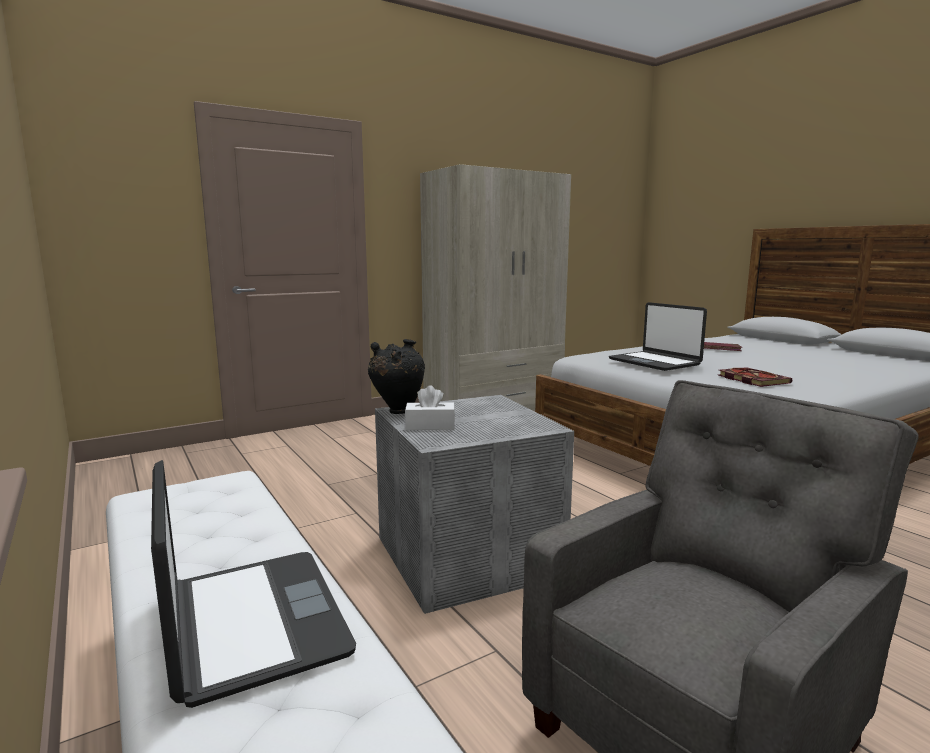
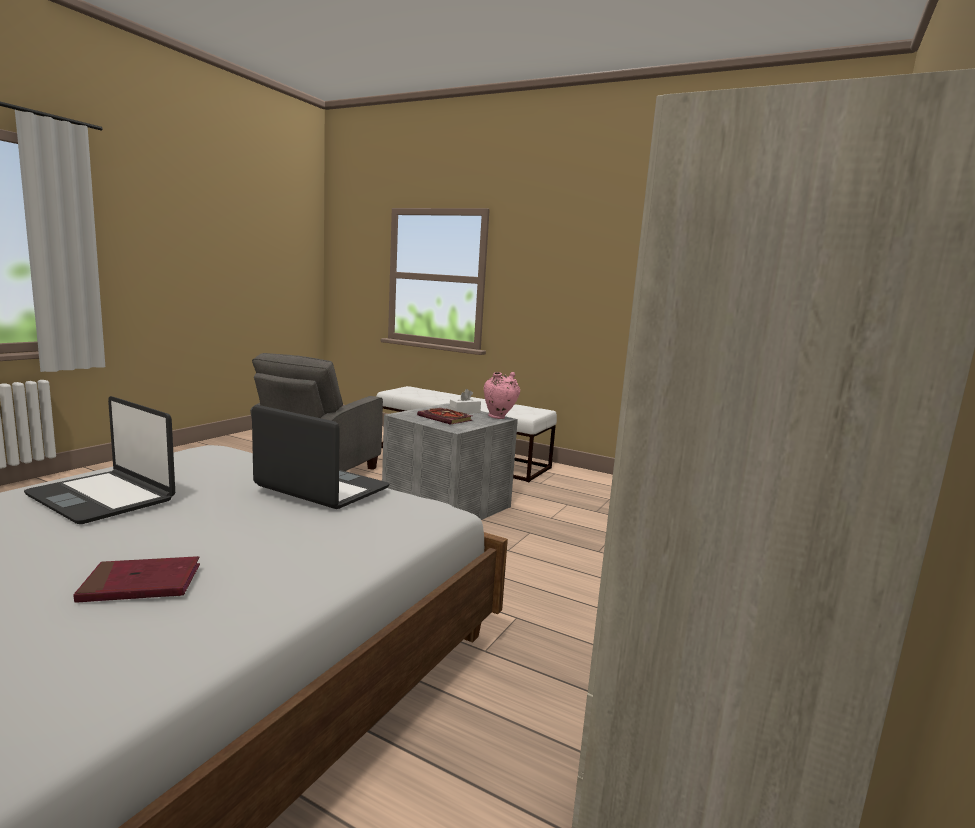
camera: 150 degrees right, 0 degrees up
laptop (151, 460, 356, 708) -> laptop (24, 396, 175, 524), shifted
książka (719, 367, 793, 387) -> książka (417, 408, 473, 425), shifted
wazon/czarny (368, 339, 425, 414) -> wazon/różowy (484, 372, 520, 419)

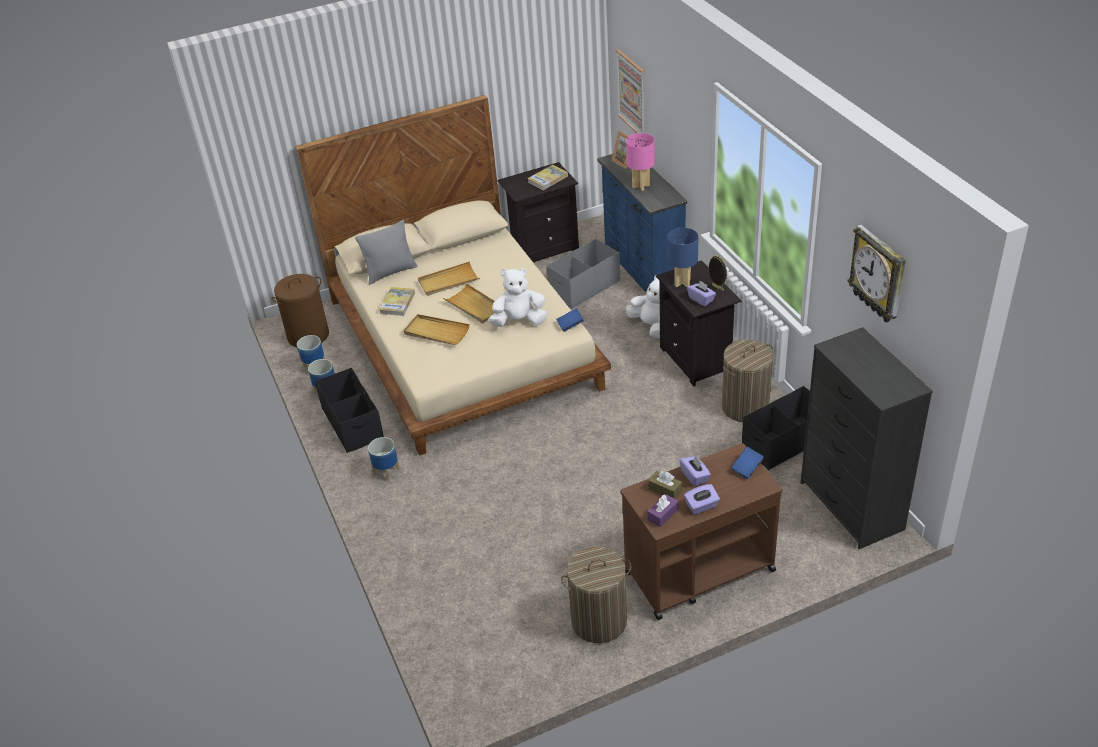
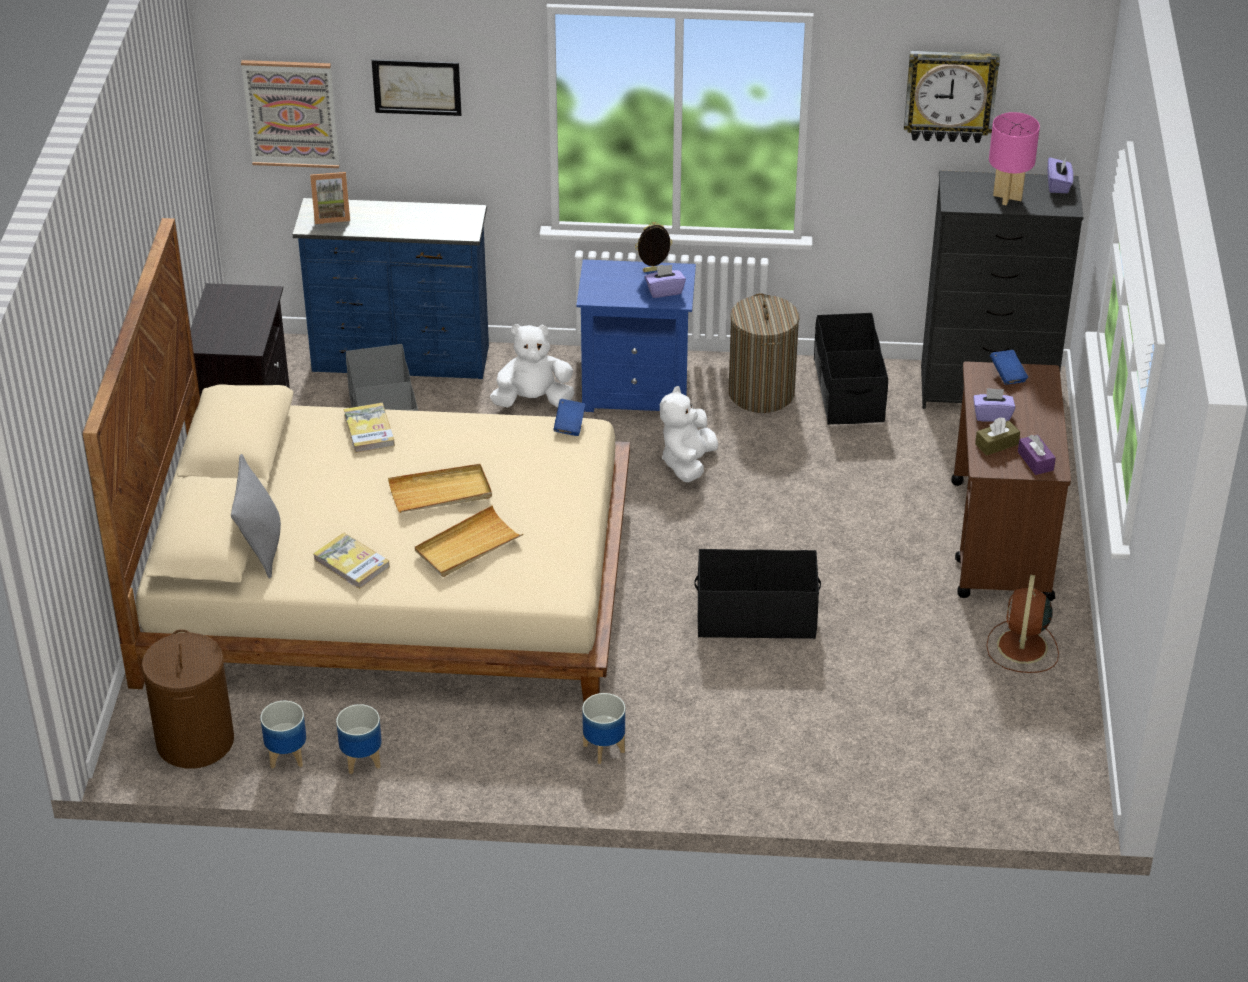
camera: 65 degrees left, 0 degrees up
taca/beżowy (418, 261, 480, 296) -> none
lampa stołowa/niebieski (667, 228, 698, 287) -> none
none -> obraz (372, 59, 461, 116)
pojemnik do przechowywania/czarny (315, 368, 384, 453) -> pojemnik do przechowywania/czarny (694, 549, 821, 639), shifted
pluszak/biały (488, 268, 547, 327) -> pluszak/biały (660, 386, 719, 482), shifted
książka (527, 165, 568, 190) -> książka (343, 403, 395, 453), shifted
lampa stołowa/różowy (626, 133, 655, 191) -> lampa stołowa/różowy (989, 112, 1040, 205), shifted
pudełko chusteczek/fioletowy (684, 484, 720, 515) -> pudełko chusteczek/fioletowy (1047, 157, 1073, 193), shifted
kosz na pranie (561, 547, 631, 643) -> wentylator/brązowy (986, 575, 1059, 673)
szafka nocna/czarny (656, 260, 742, 386) -> szafka nocna/niebieski (576, 259, 696, 412)

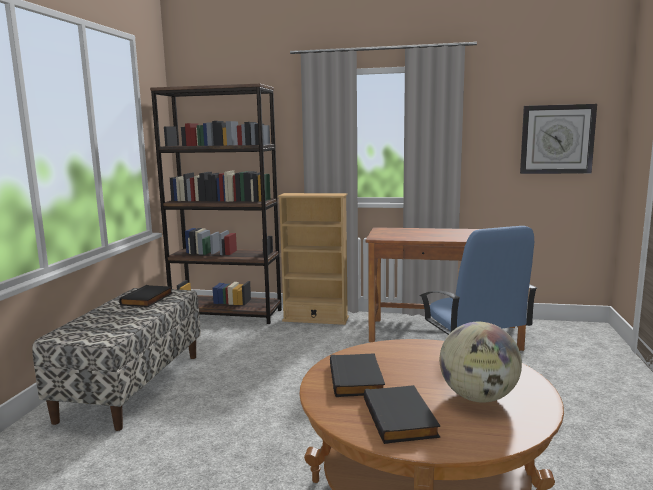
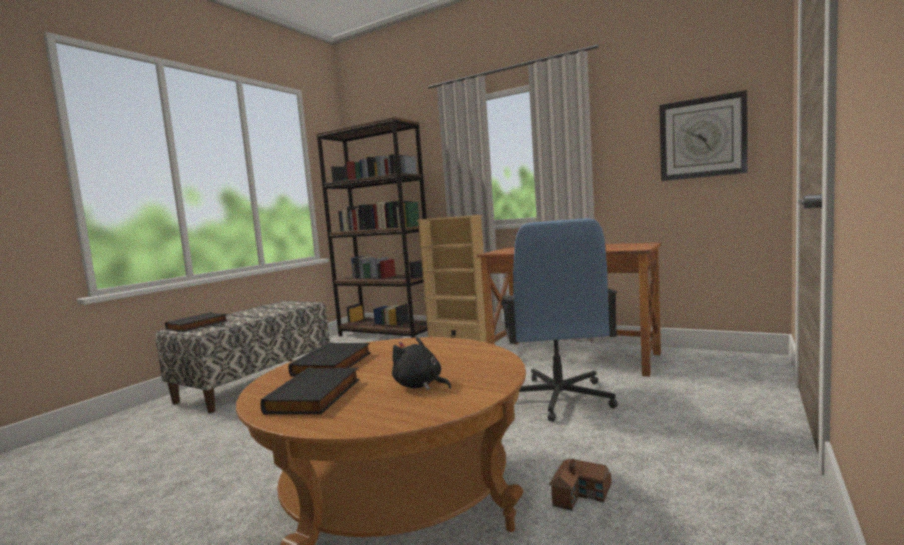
camera: 20 degrees right, 5 degrees down
none -> domek (549, 459, 611, 511)
książka/czarny (119, 285, 173, 307) -> książka/czarny (165, 312, 228, 332), shifted
globus (440, 322, 522, 403) -> pluszak/czarny (392, 337, 451, 390)

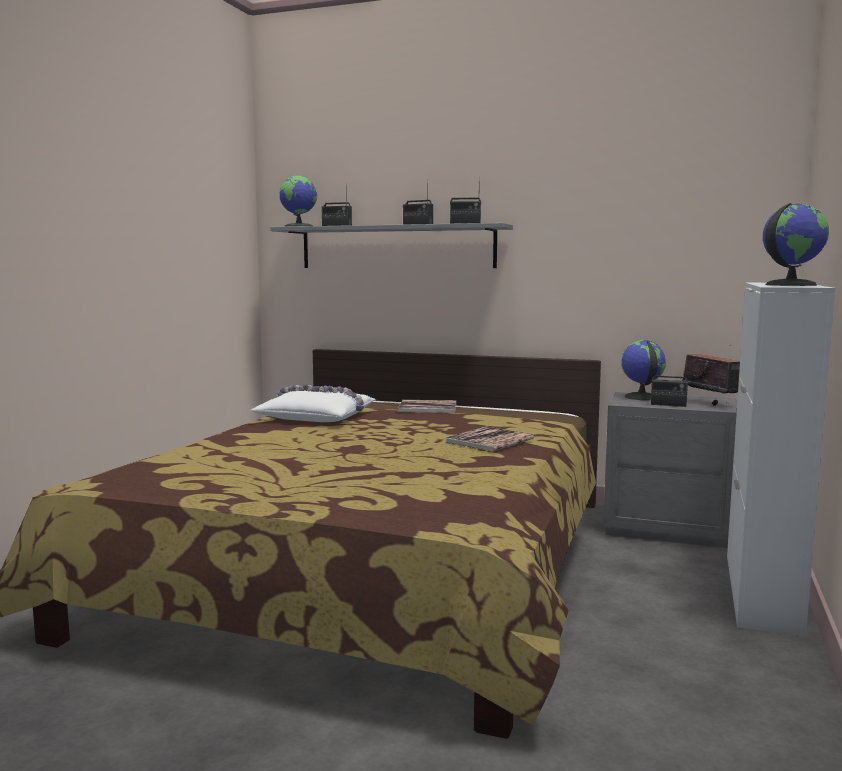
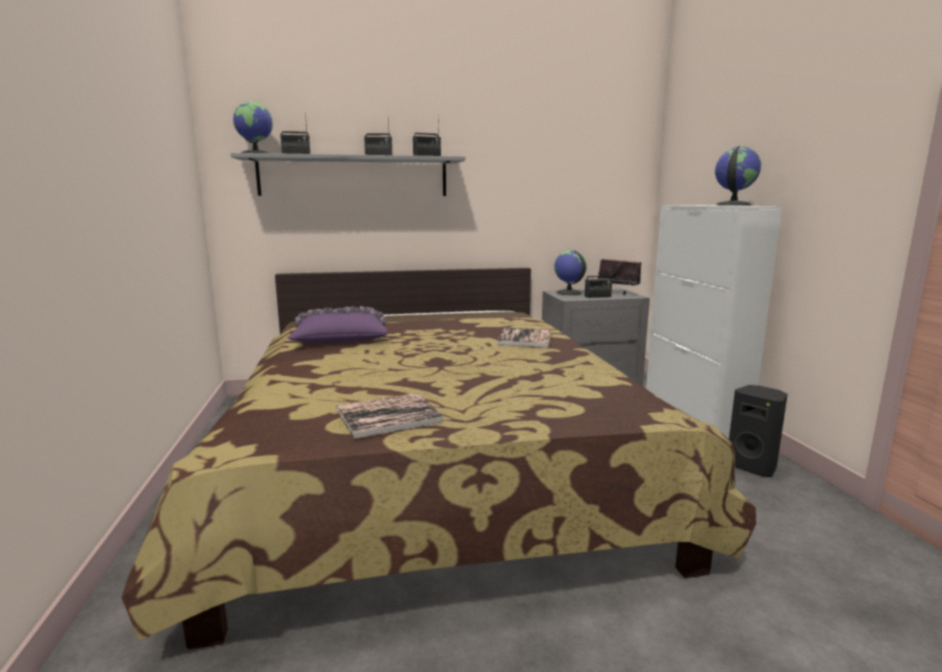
camera: 30 degrees left, 5 degrees up
none -> głośnik/czarny (729, 385, 788, 477)
książka (398, 400, 457, 413) -> książka (336, 393, 444, 439), shifted
poduszka/biały (251, 385, 376, 422) -> poduszka/fioletowy (288, 306, 388, 343)

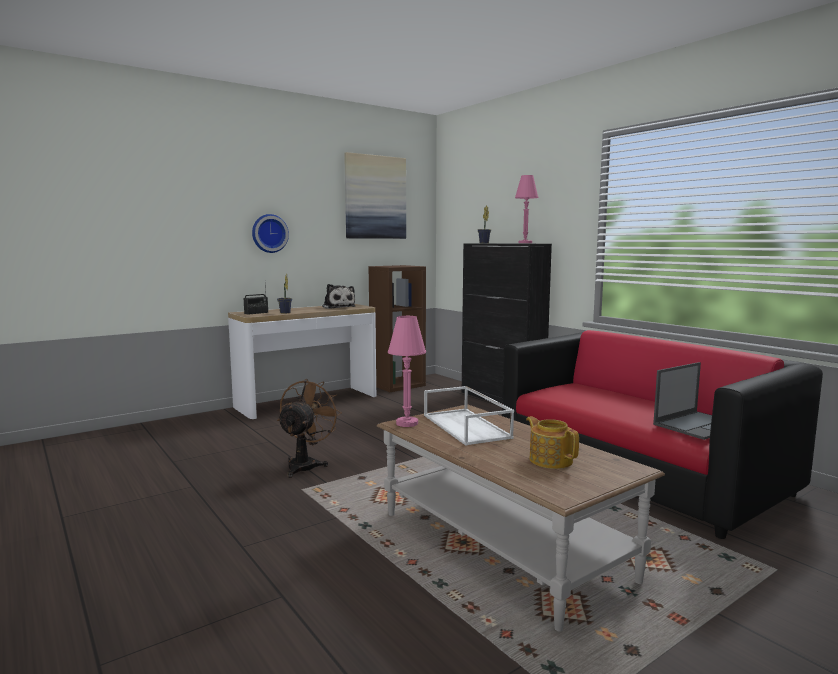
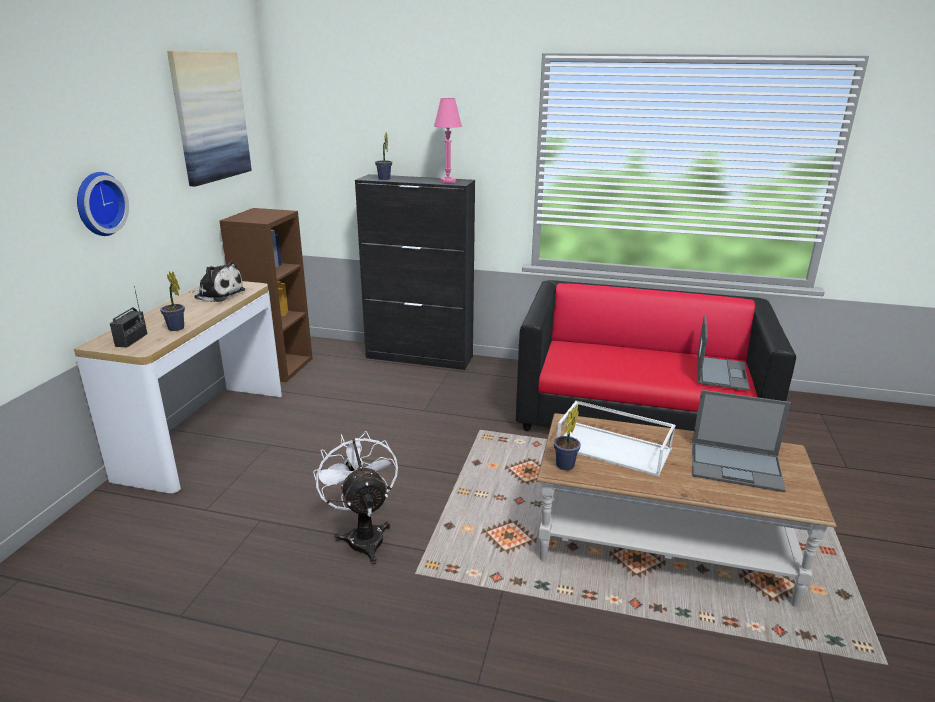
camera: 40 degrees left, 15 degrees up
lampa stołowa/różowy (388, 316, 426, 427) -> roślina doniczkowa (554, 405, 581, 470)
imbryk (526, 416, 579, 469) -> laptop (692, 390, 791, 492)
wentylator/brązowy (277, 379, 342, 478) -> wentylator/biały (313, 431, 398, 564)

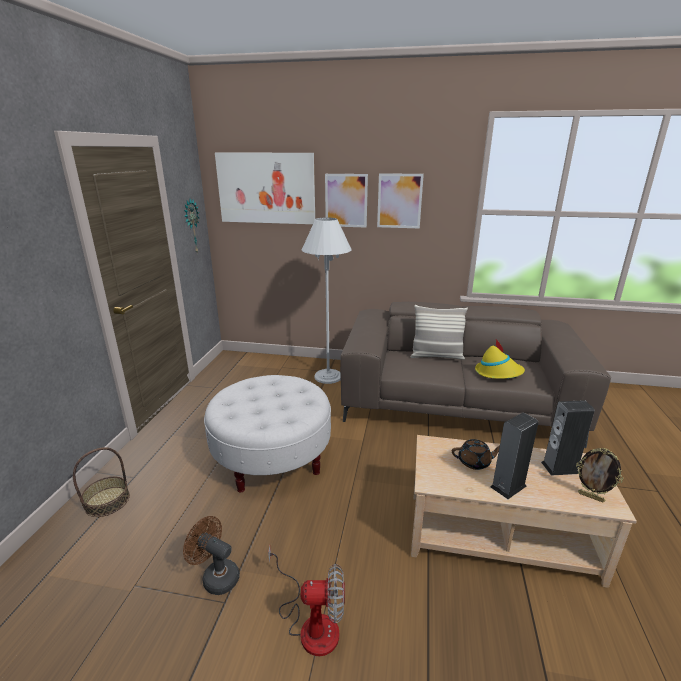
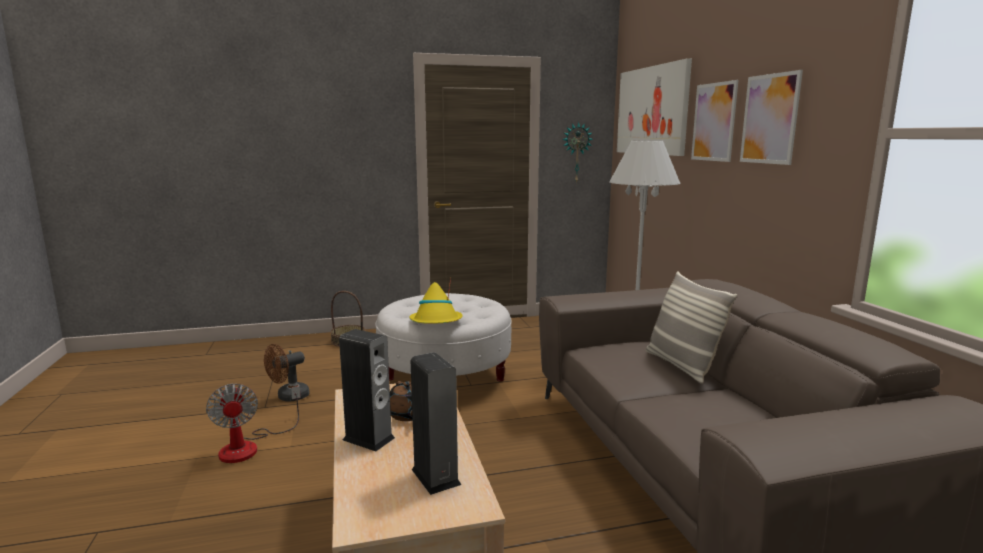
camera: 65 degrees right, 10 degrees down
ramka na zdjęcie (576, 448, 623, 502) -> none
kapelusz/żółty (475, 339, 525, 379) -> kapelusz/żółty (409, 278, 463, 324), shifted
wentylator/brązowy (183, 516, 240, 595) -> wentylator/brązowy (264, 344, 309, 401), 135 degrees counterclockwise

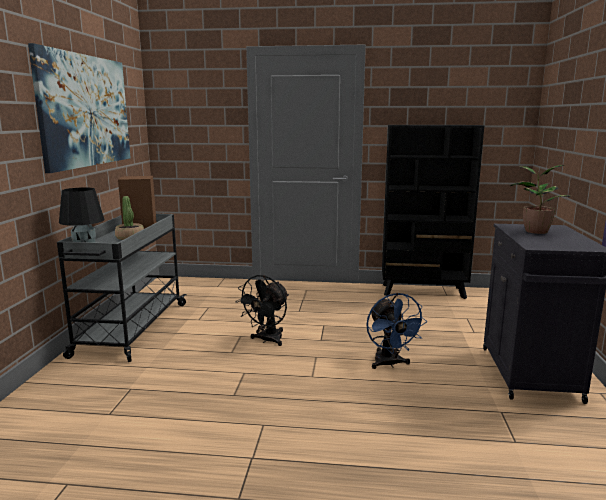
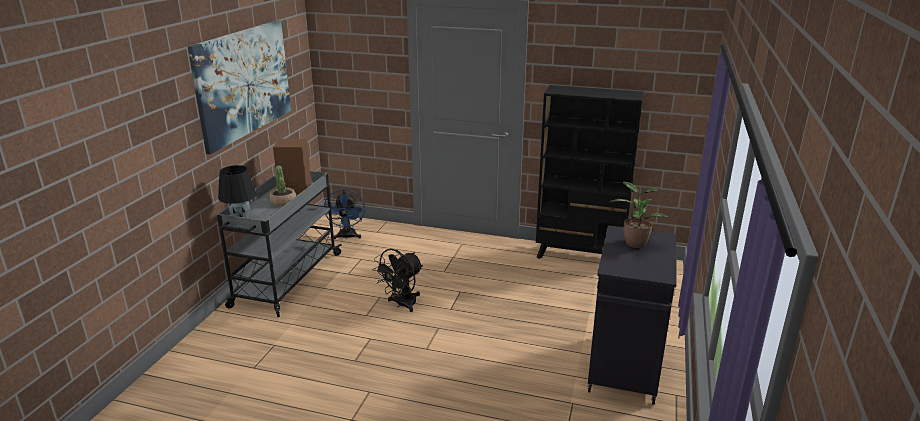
camera: 10 degrees right, 10 degrees up
wentylator/niebieski (366, 293, 427, 369) -> wentylator/niebieski (324, 189, 365, 240), shifted

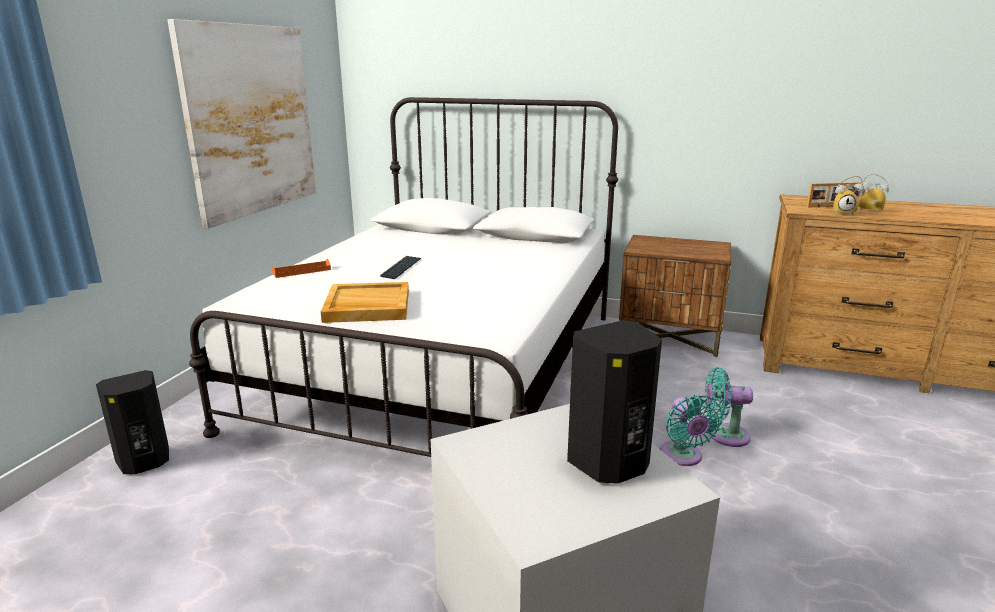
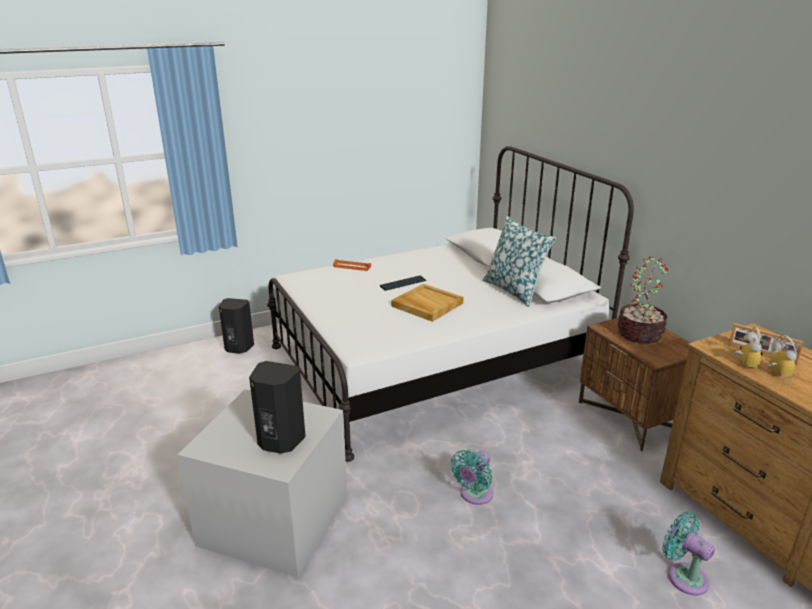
camera: 45 degrees right, 5 degrees up
obraz (167, 19, 316, 229) -> none
none -> poduszka (483, 216, 556, 307)
none -> roślina doniczkowa (618, 256, 669, 344)
taca/beżowy (321, 282, 409, 323) -> taca/beżowy (391, 284, 464, 322), shifted
wentylator/turkusowy (705, 367, 753, 447) -> wentylator/turkusowy (662, 512, 715, 595), shifted
budzik (833, 176, 864, 215) -> budzik (734, 327, 761, 369), 135 degrees counterclockwise

